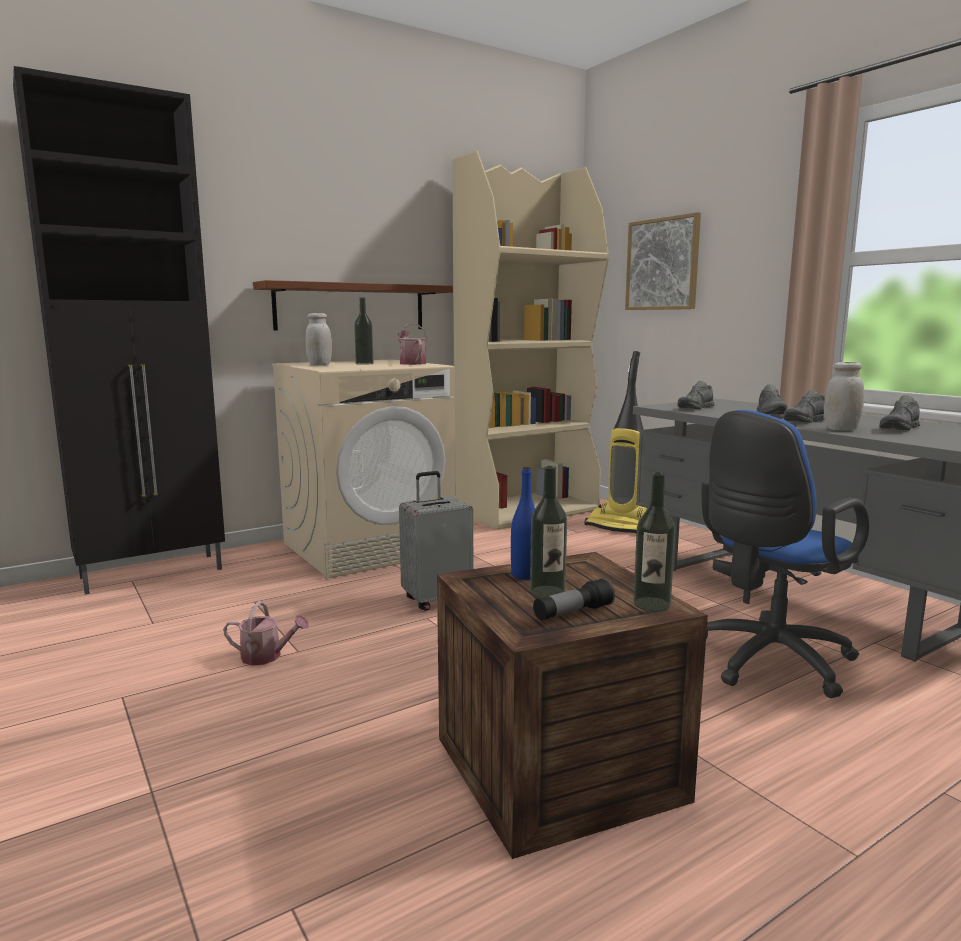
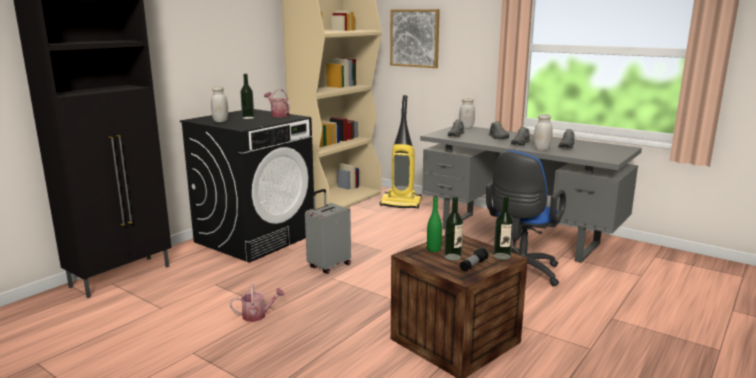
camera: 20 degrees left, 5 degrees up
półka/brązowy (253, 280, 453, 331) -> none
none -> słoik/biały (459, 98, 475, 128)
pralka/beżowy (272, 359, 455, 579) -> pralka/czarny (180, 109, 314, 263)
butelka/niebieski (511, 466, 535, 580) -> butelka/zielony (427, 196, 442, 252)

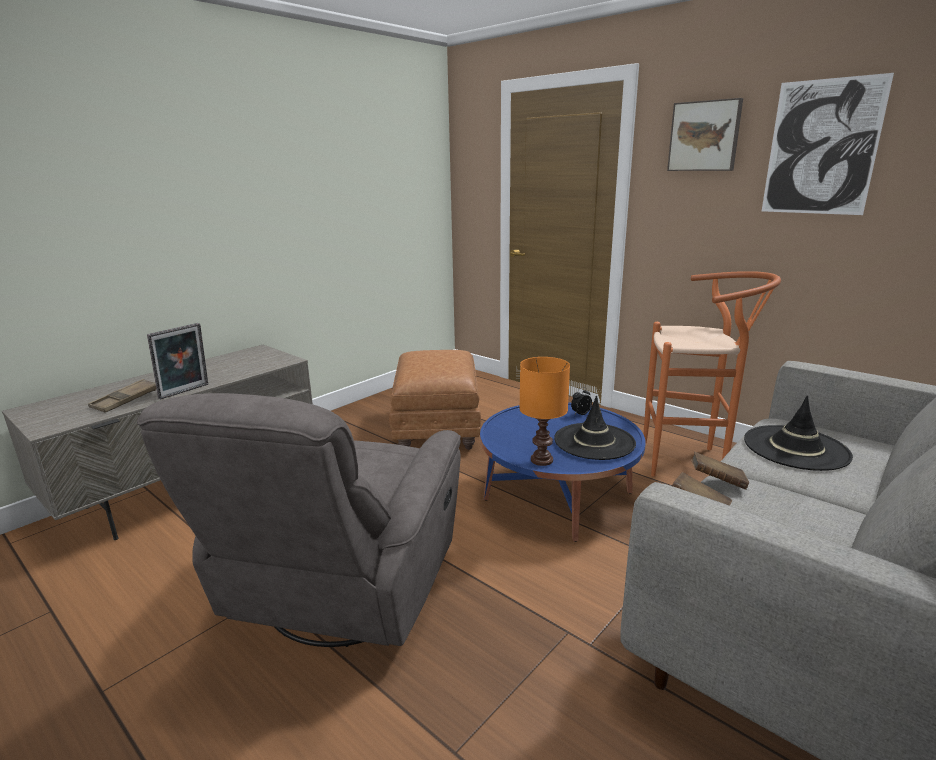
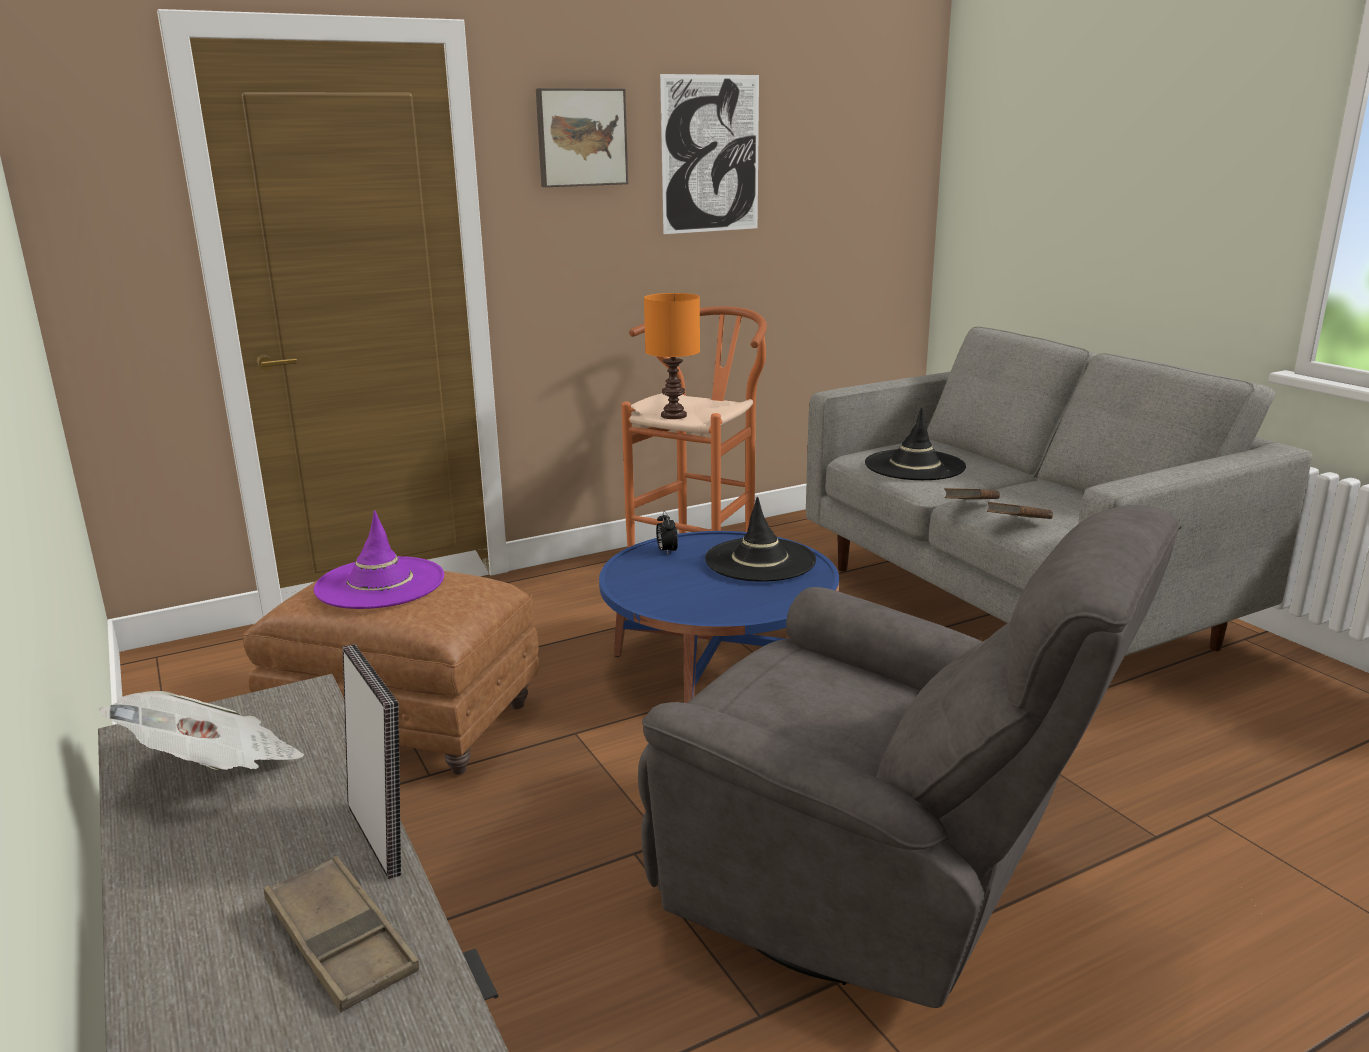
camera: 70 degrees left, 0 degrees up
none -> gazeta (99, 691, 304, 771)
none -> kapelusz/fioletowy (314, 510, 444, 609)
lampa stołowa/pomarańczowy (519, 357, 570, 466) -> lampa stołowa/pomarańczowy (644, 293, 700, 419), shifted

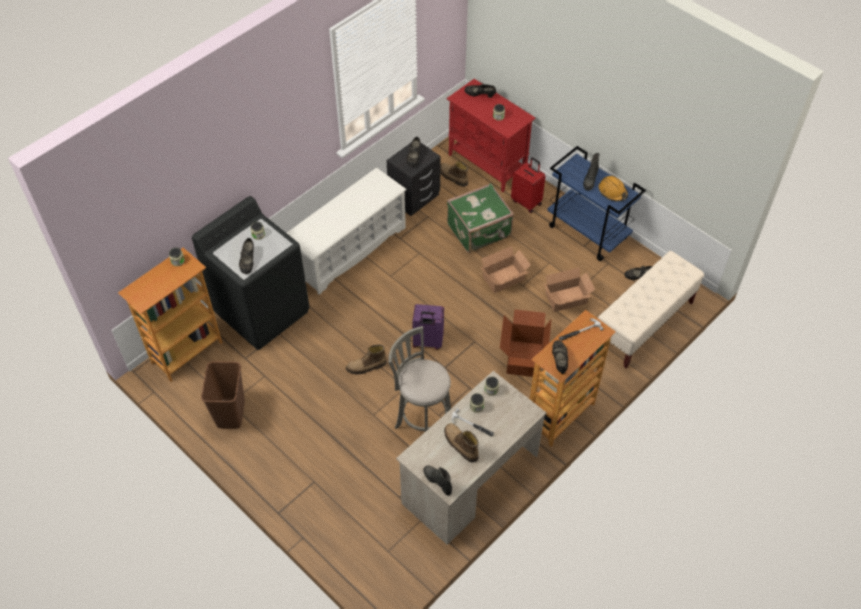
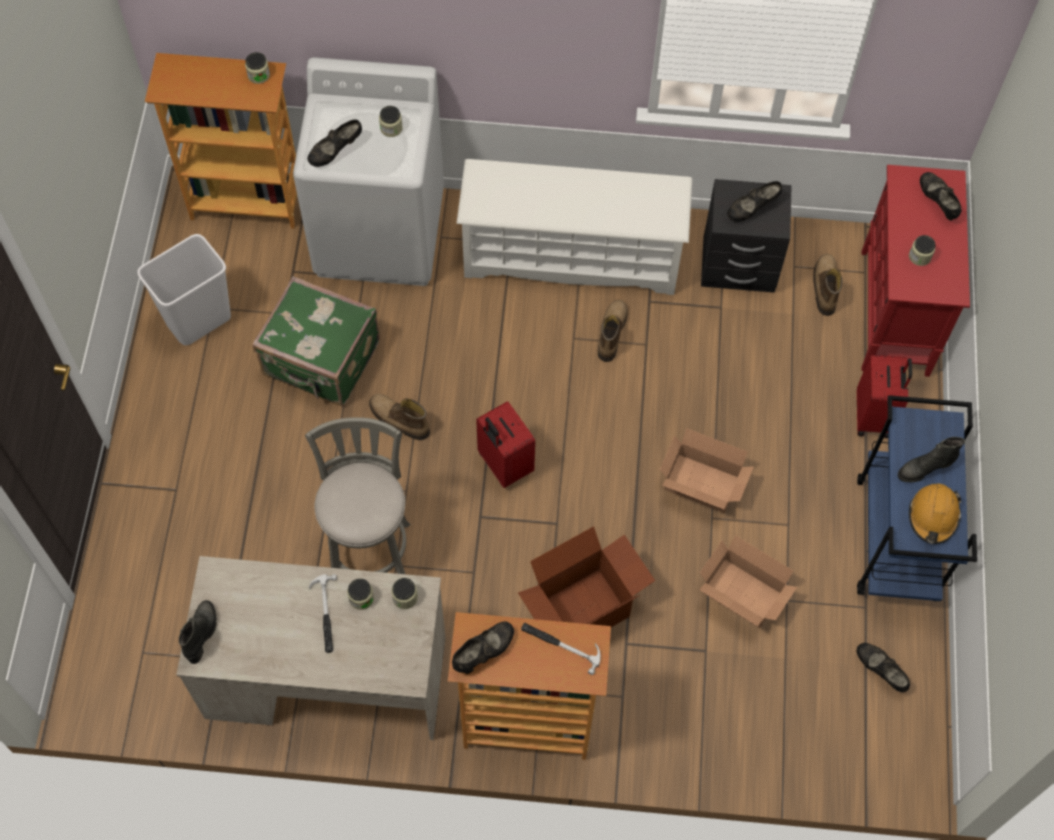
camera: 50 degrees right, 10 degrees up
ławka/beżowy (598, 251, 704, 368) -> none
but z cholewką (444, 423, 479, 462) -> but z cholewką (598, 300, 627, 362), shifted
walizka/zielony (447, 183, 514, 253) -> walizka/zielony (252, 276, 380, 406), shifted
pralka/czarny (192, 196, 309, 350) -> pralka/biały (293, 57, 444, 286)
kosz na śmieci/brązowy (201, 361, 245, 429) -> kosz na śmieci/biały (137, 234, 231, 345)
walizka/fioletowy (412, 304, 444, 350) -> walizka/czerwony (476, 401, 535, 488)

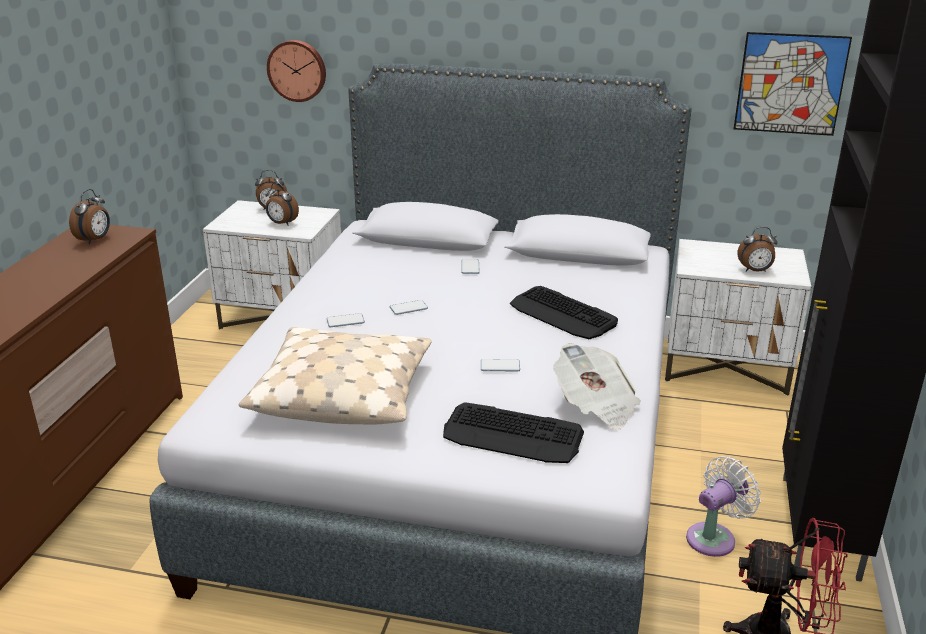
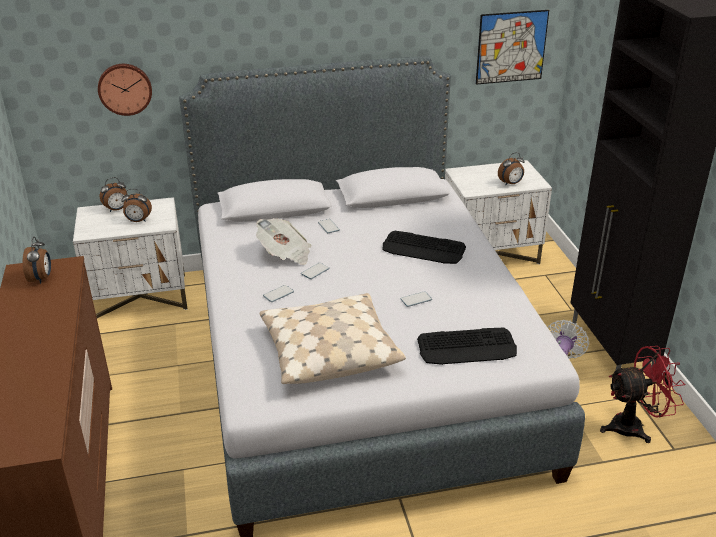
camera: 25 degrees left, 5 degrees up
gazeta (553, 343, 641, 430) -> gazeta (256, 218, 311, 265), shifted

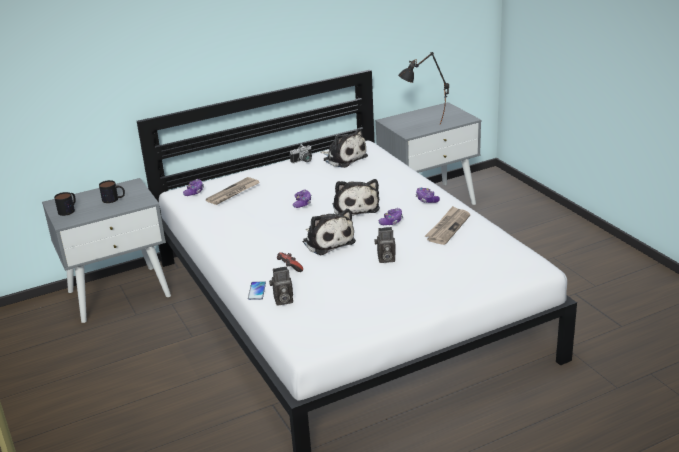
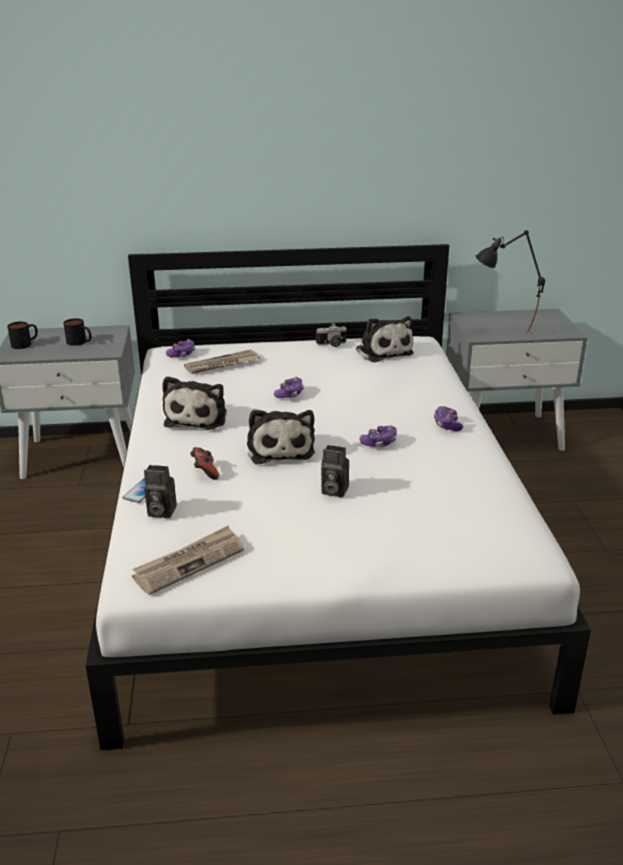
camera: 20 degrees right, 0 degrees up
pluszak (333, 179, 380, 216) -> pluszak (162, 376, 227, 430), shifted
gazeta (425, 206, 470, 245) -> gazeta (132, 526, 244, 595), shifted

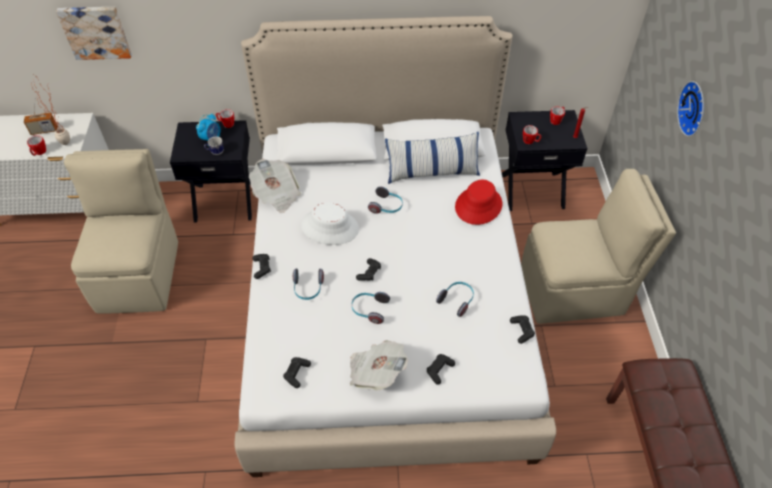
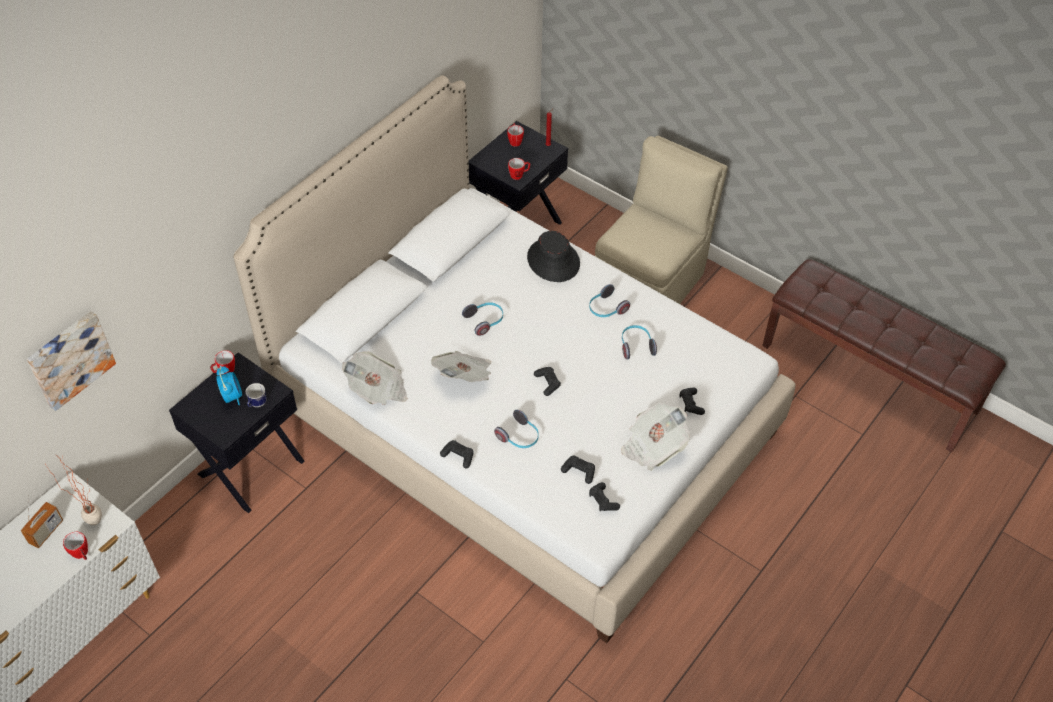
camera: 50 degrees left, 0 degrees up
krzesło/beżowy (64, 149, 178, 313) -> none
poduszka (385, 132, 480, 184) -> none
zegar ścienny (677, 81, 704, 137) -> none
słuchawki (352, 292, 390, 324) -> słuchawki (589, 284, 630, 317), shifted
pad do gier/czarny (510, 315, 535, 344) -> pad do gier/czarny (561, 455, 595, 484), shifted
kapelusz/biały (301, 202, 359, 245) -> gazeta (431, 351, 491, 382)
kapelusz/czerwony (455, 180, 502, 225) -> kapelusz/czarny (527, 231, 580, 282)

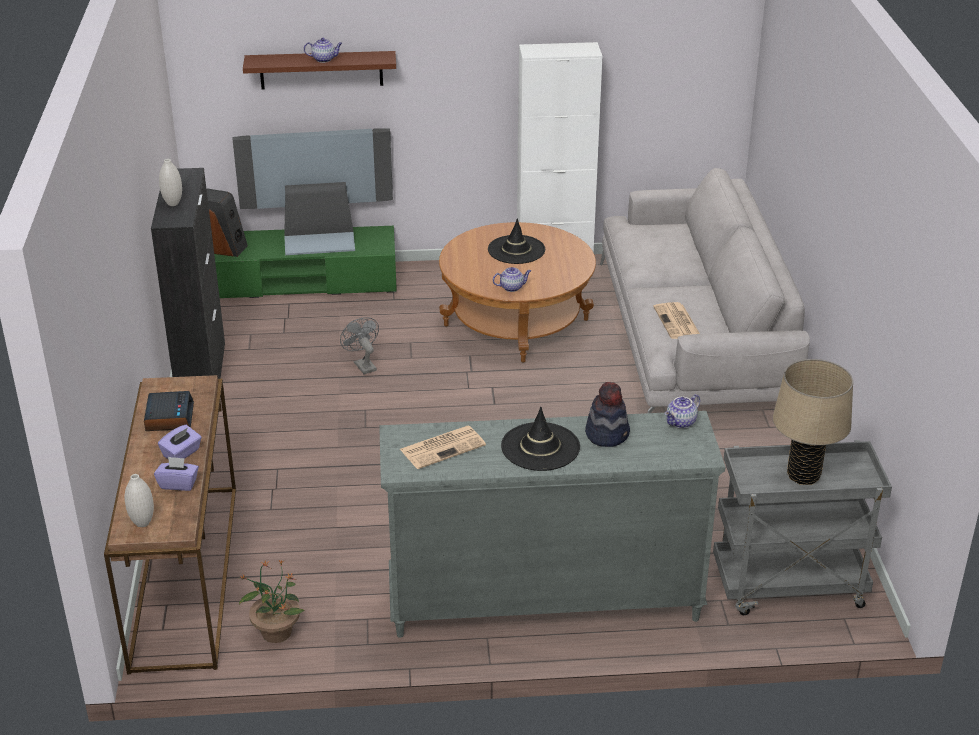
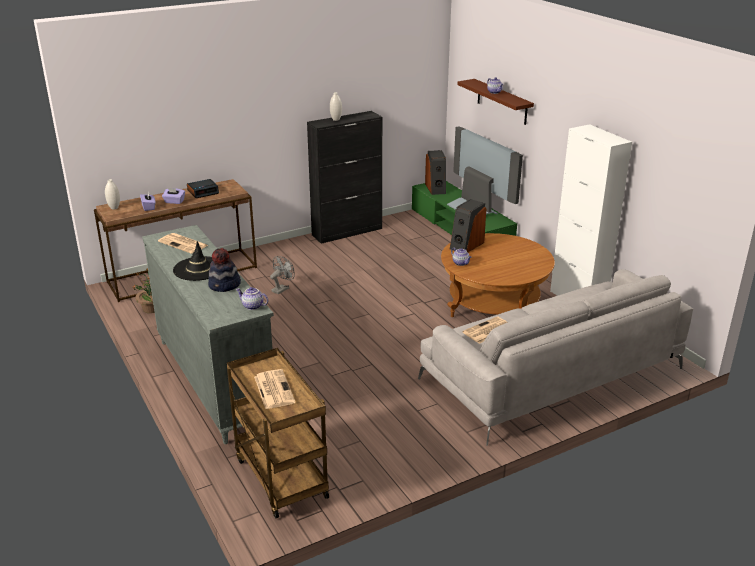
camera: 65 degrees right, 5 degrees down
kapelusz/czarny (488, 218, 545, 264) -> none
none -> głośnik (450, 199, 486, 252)
wentylator/szary (340, 317, 379, 374) -> wentylator/szary (270, 256, 295, 294), shifted
lampa stołowa/beżowy (773, 359, 853, 485) -> gazeta (254, 369, 295, 409)
wózek/szary (713, 440, 892, 615) -> wózek/brązowy (227, 348, 329, 518)

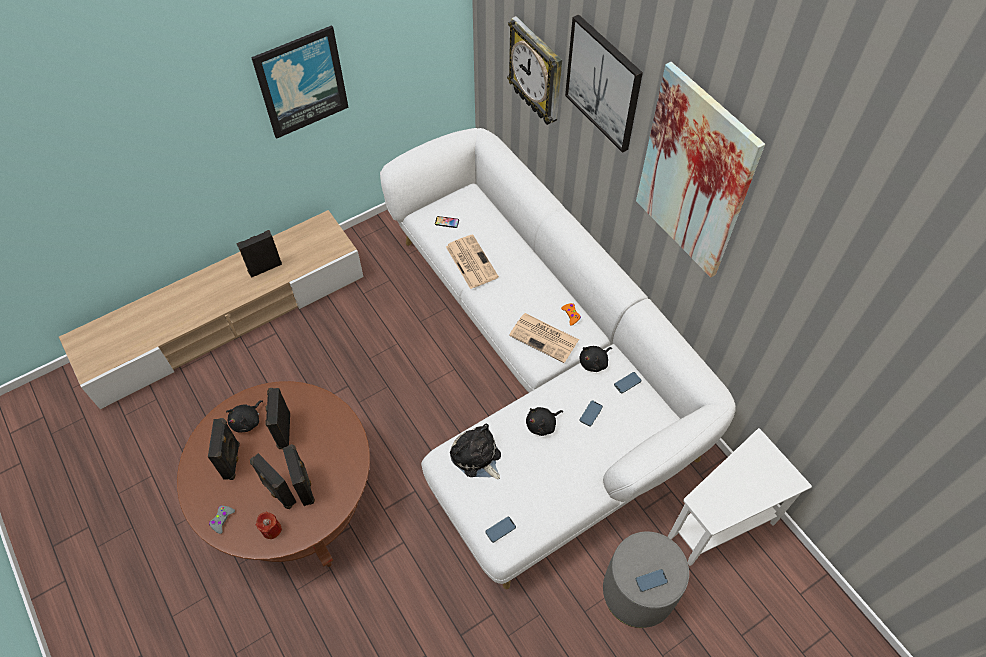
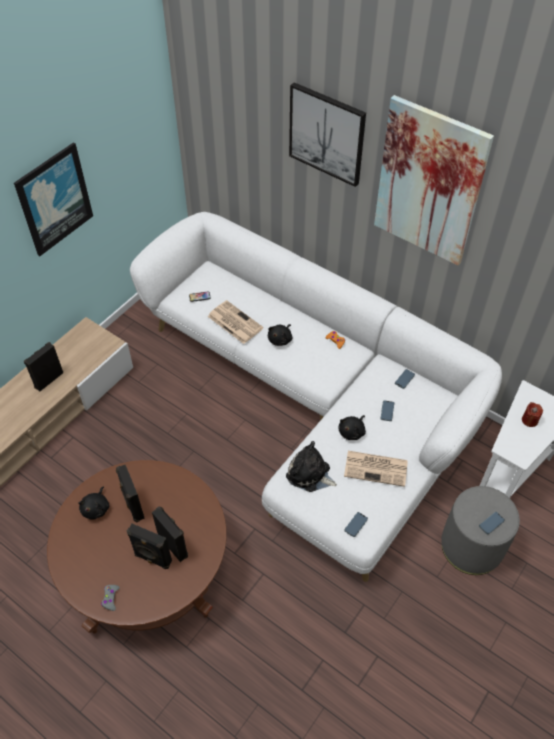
camera: 20 degrees left, 5 degrees down
głośnik/czarny (208, 418, 240, 480) -> none
zegar ścienny (507, 16, 562, 125) -> none
świeca/czerwony (255, 512, 282, 539) -> świeca/czerwony (522, 402, 543, 427), shifted
gazeta (509, 313, 579, 363) -> gazeta (344, 451, 408, 487), shifted
pluszak/czarny (580, 346, 612, 372) -> pluszak/czarny (268, 324, 292, 346), shifted

